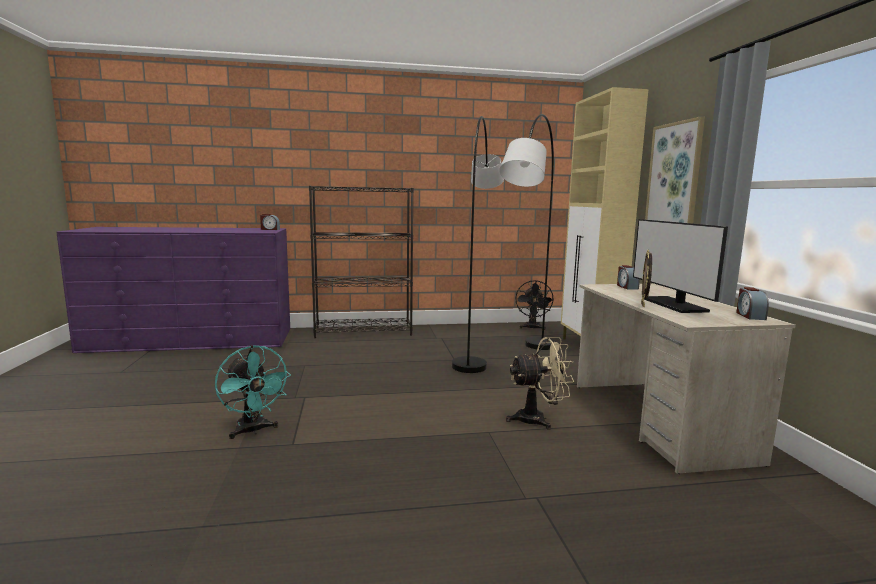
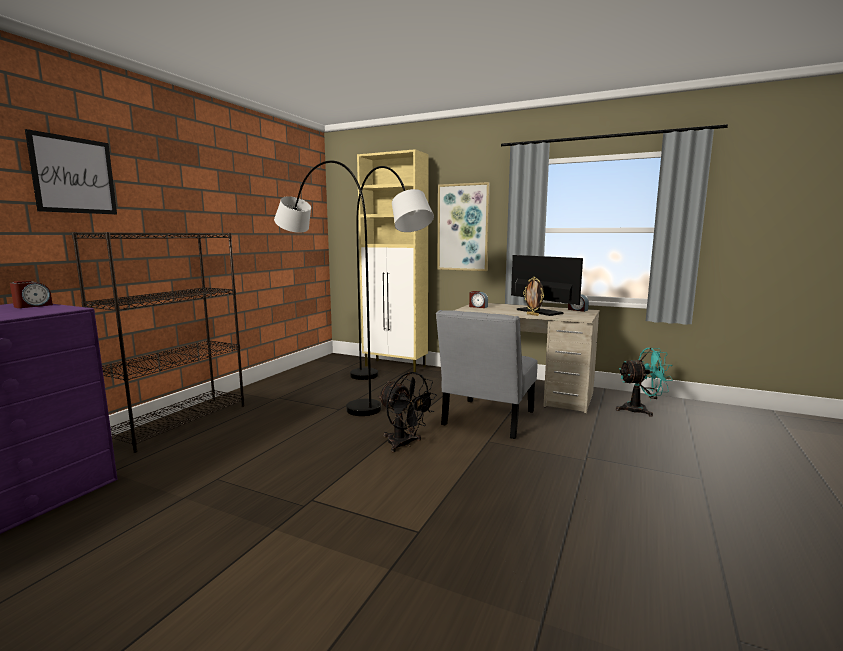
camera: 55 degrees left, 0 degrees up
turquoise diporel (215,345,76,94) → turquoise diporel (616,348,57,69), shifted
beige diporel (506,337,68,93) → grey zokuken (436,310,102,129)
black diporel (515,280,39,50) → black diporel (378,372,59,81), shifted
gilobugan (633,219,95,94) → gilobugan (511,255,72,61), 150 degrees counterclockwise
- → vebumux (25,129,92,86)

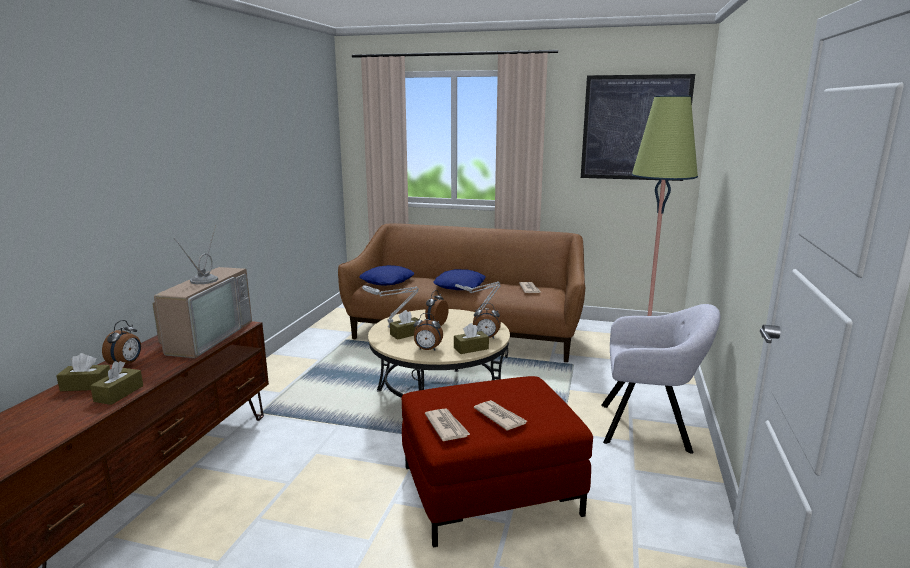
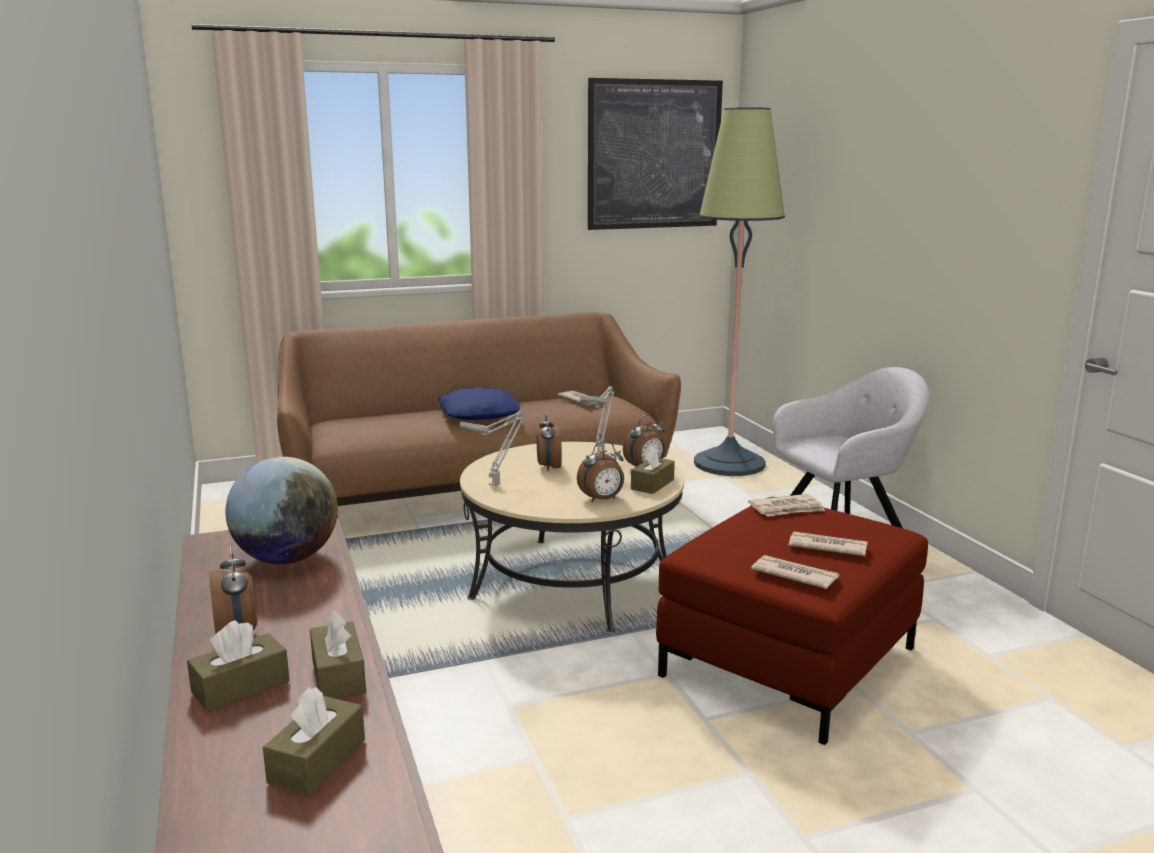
camera: 35 degrees left, 0 degrees up
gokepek (152,224,100,134) → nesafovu (225,457,113,107)
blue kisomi (359,265,55,21) → -
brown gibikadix (390,310,29,30) → brown gibikadix (263,687,102,109), shifted
- → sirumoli (748,494,77,23)

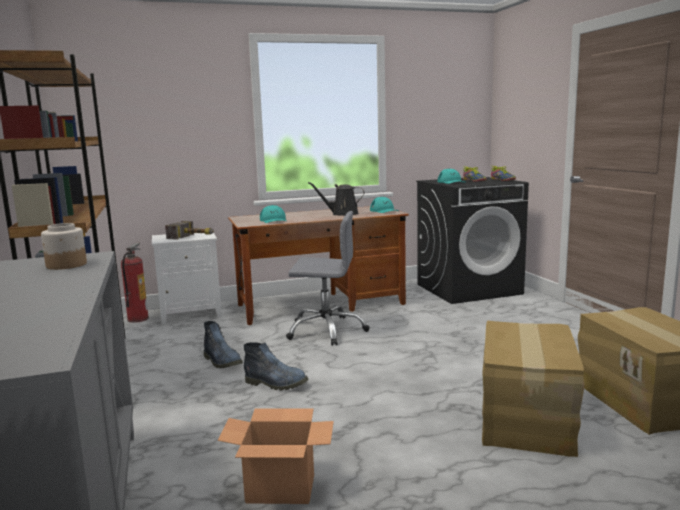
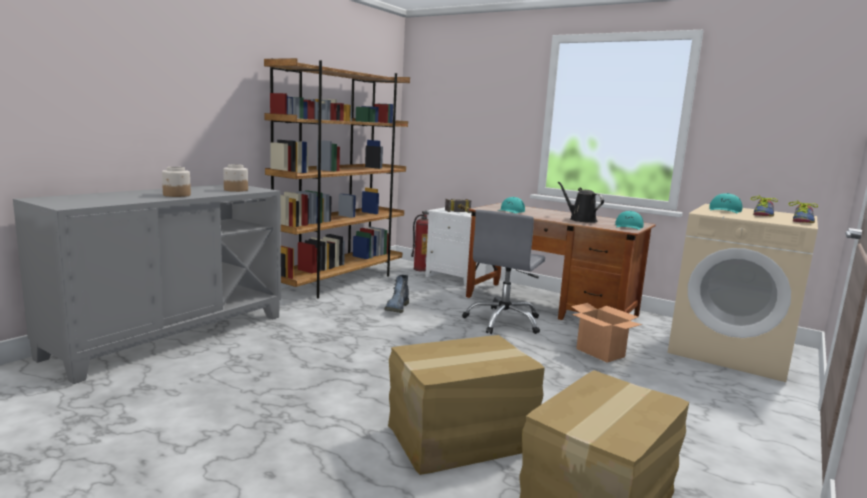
camera: 50 degrees right, 0 degrees up
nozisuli (218,409,116,95) → nozisuli (571,303,71,60), shifted
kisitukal (244,342,65,49) → -
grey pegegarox (286,211,84,135) → grey pegegarox (462,210,83,124), 60 degrees clockwise
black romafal (416,177,113,127) → beige romafal (668,204,150,178)
- → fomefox (162,167,29,30)

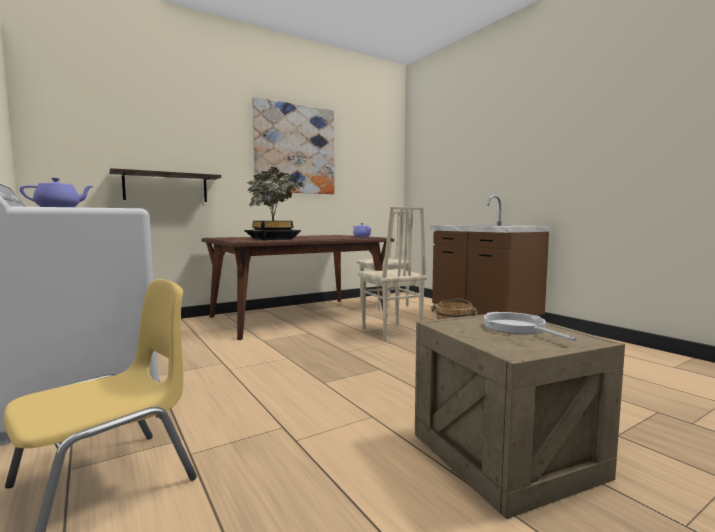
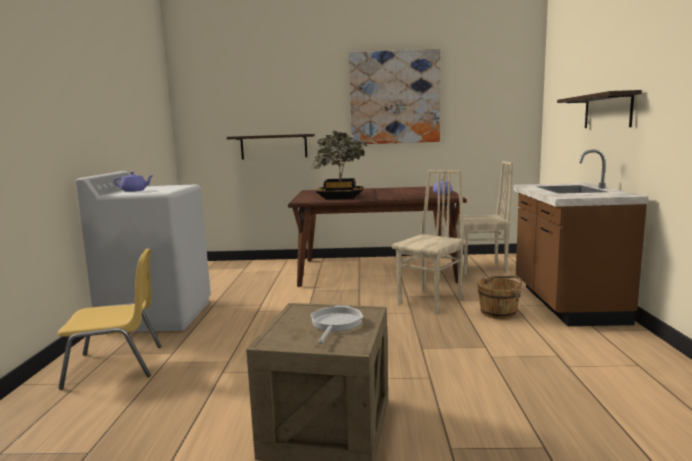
camera: 35 degrees right, 5 degrees up
beige zokuken (358,207,69,134) → beige zokuken (392,170,74,144), 150 degrees counterclockwise
- → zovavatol (557,90,85,38)

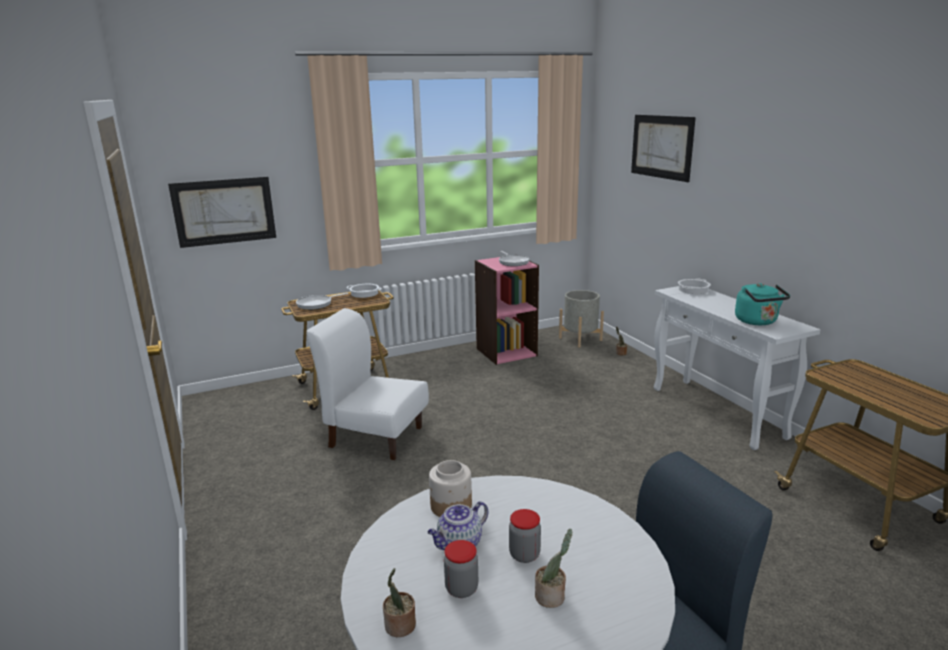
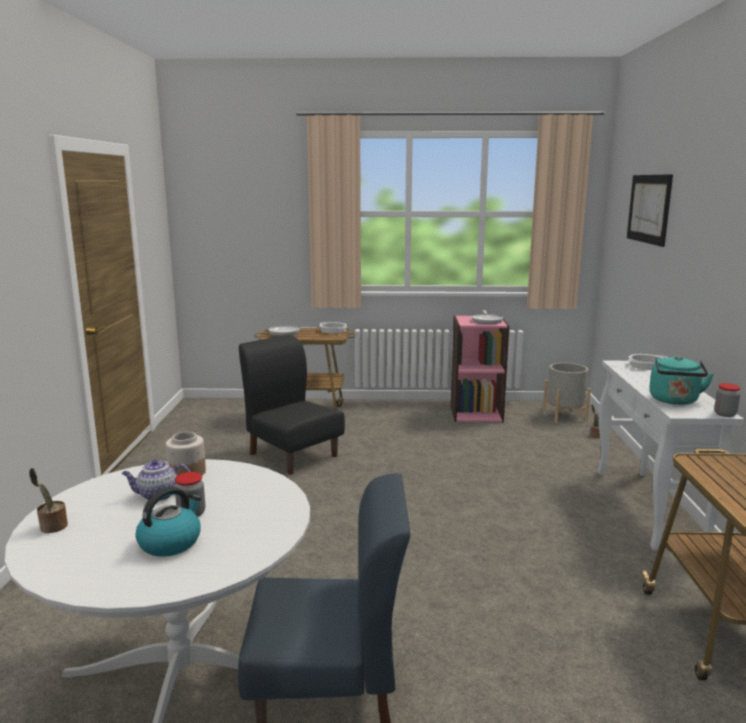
camera: 25 degrees right, 5 degrees down
vebumux (168,177,108,71) → -
white zokuken (306,308,123,152) → black zokuken (239,334,106,141)
fomefox (444,540,34,58) → fomefox (714,383,27,34), shifted
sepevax (535,529,37,79) → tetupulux (135,487,66,69)

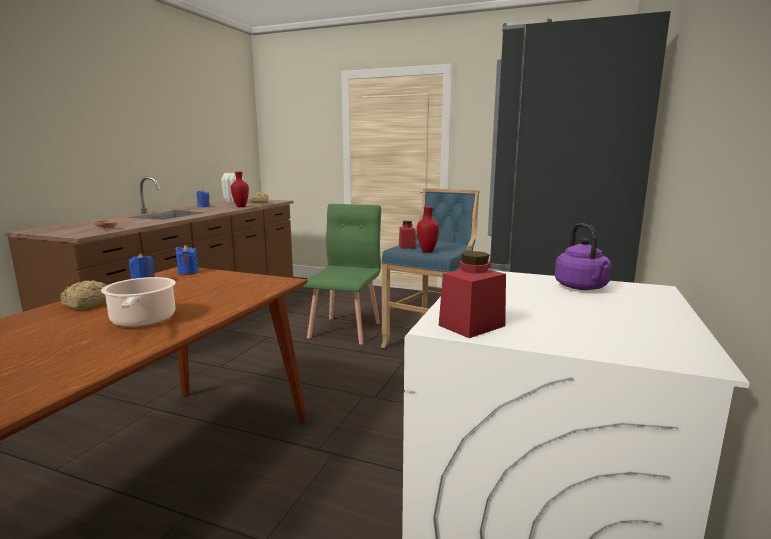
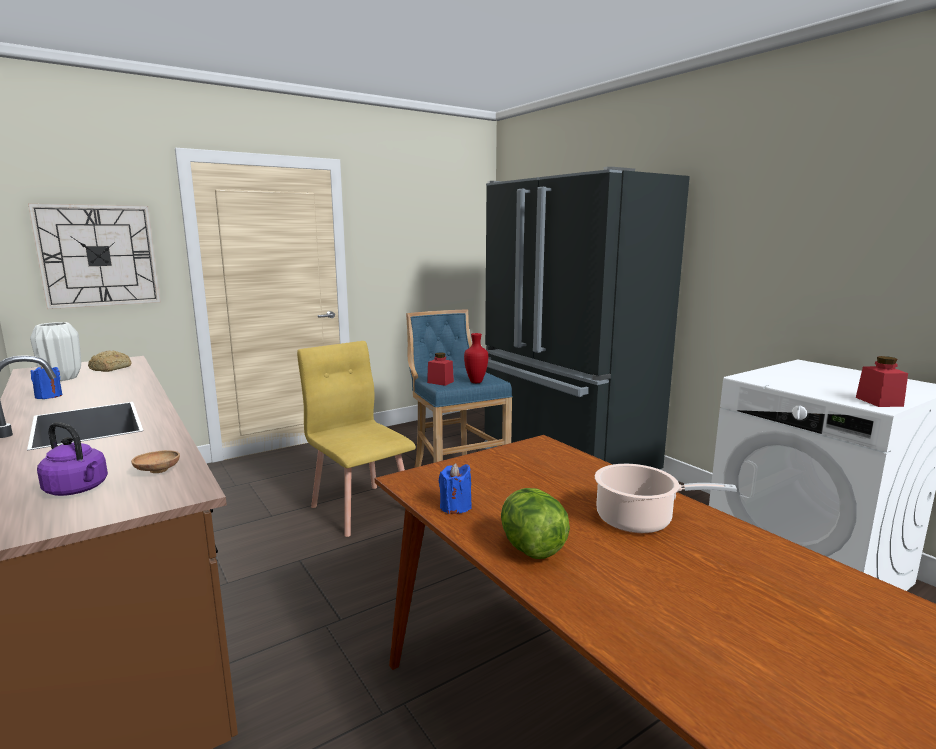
camera: 55 degrees left, 0 degrees up
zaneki (60,280,47,30) → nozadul (501,488,69,71)
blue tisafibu (175,245,24,30) → -
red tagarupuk (231,172,18,35) → -
green zokuken (303,204,78,141) → yellow zokuken (297,341,119,196)
purple tetupulux (555,223,57,67) → purple tetupulux (37,422,71,74), shifted
- → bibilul (28,203,133,106)

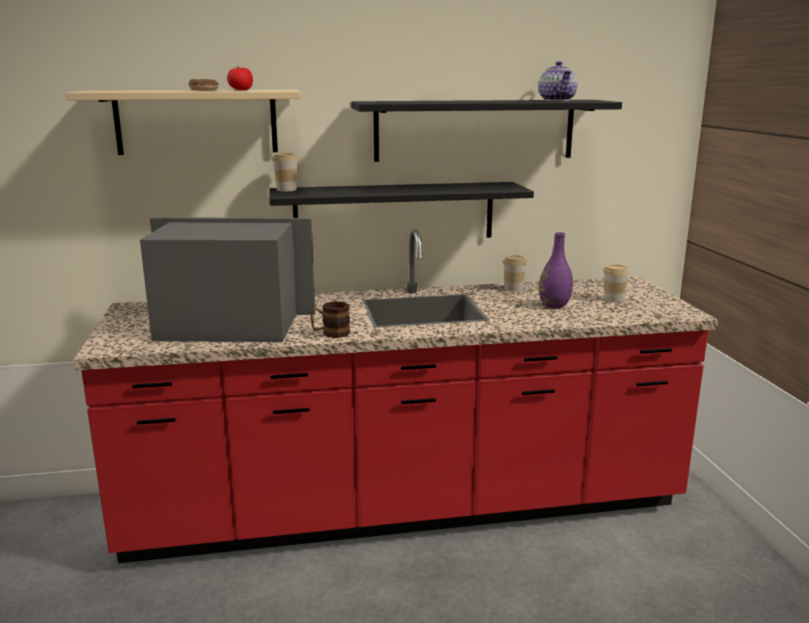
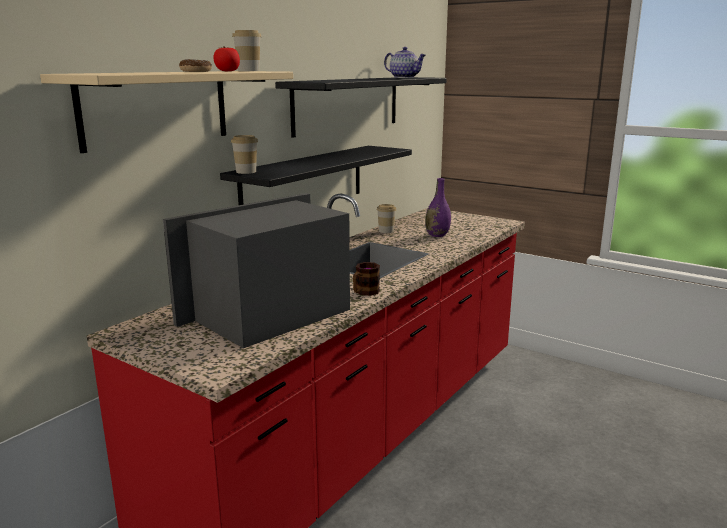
camera: 45 degrees left, 0 degrees up
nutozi (603,264,27,39) → nutozi (232,30,29,41), shifted

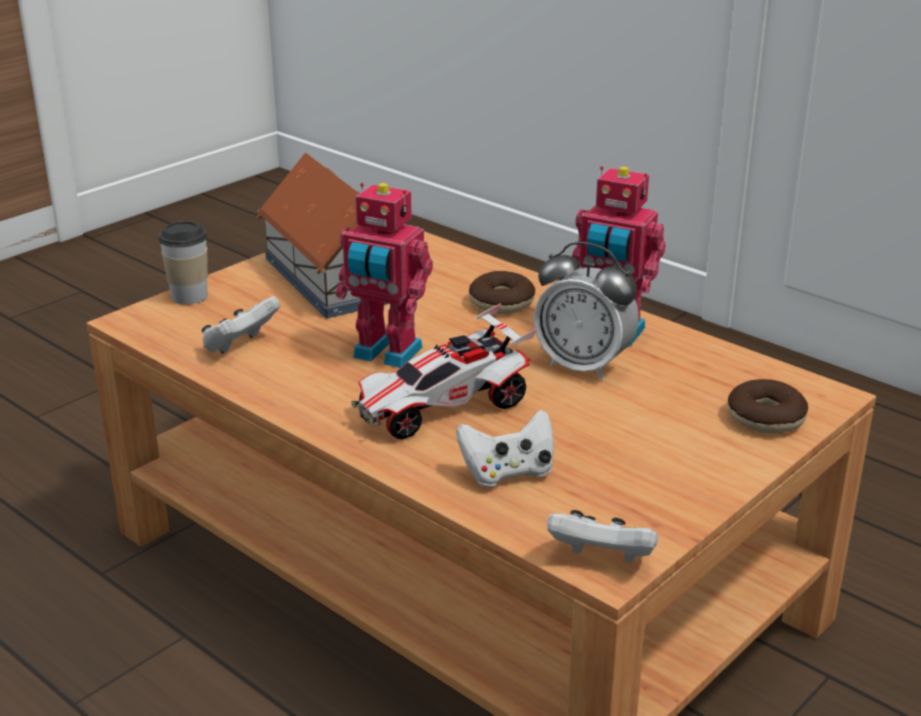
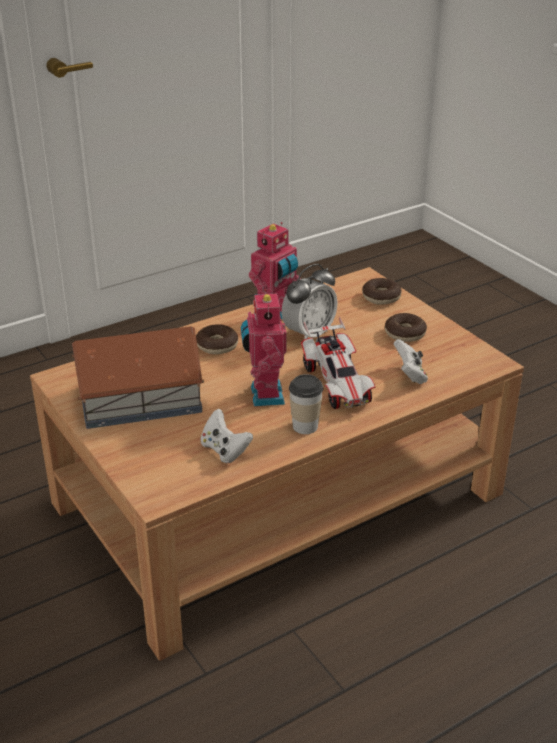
camera: 75 degrees left, 5 degrees up
nutozi (159,221,49,84) → nutozi (289,374,34,60), shifted
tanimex (336,183,97,185) → tanimex (241,289,46,117), 135 degrees clockwise
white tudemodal (547,510,111,53) → -
- → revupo (385,313,42,29)

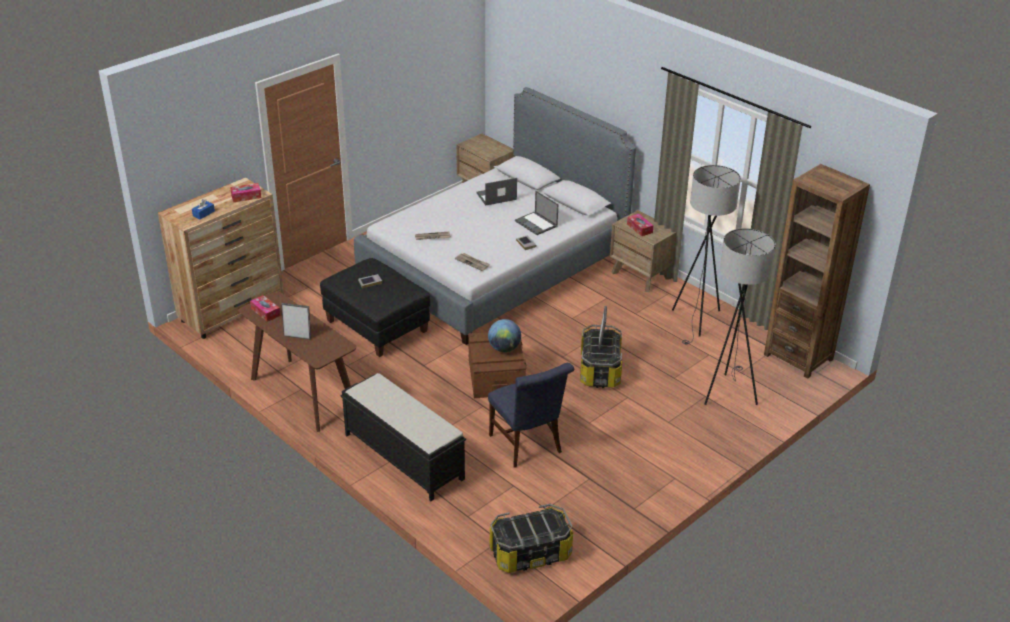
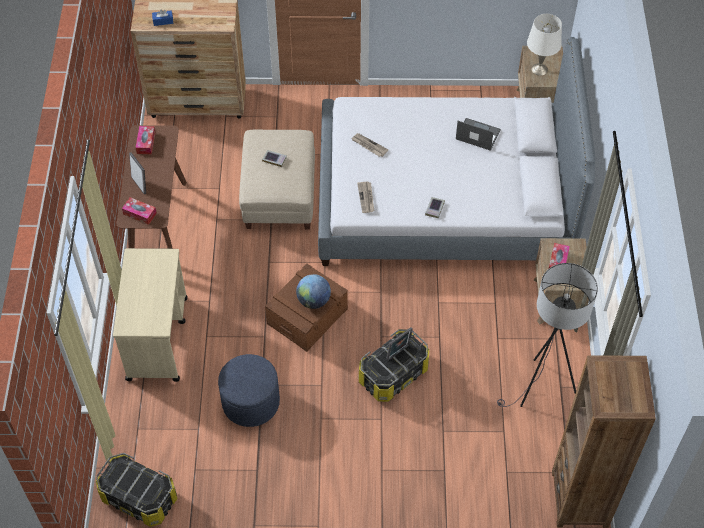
camera: 45 degrees right, 20 degrees up
gibikadix (230,183,31,19) → gibikadix (122,197,35,28), shifted
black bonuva (320,258,110,99) → beige bonuva (239,130,76,99)
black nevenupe (341,373,125,128) → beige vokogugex (113,248,75,134)
blue zokuken (488,363,86,105) → blue bonuva (218,354,62,73)
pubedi (515,191,43,44) → -
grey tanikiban (704,228,72,177) → -
- → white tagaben (527,14,35,62)

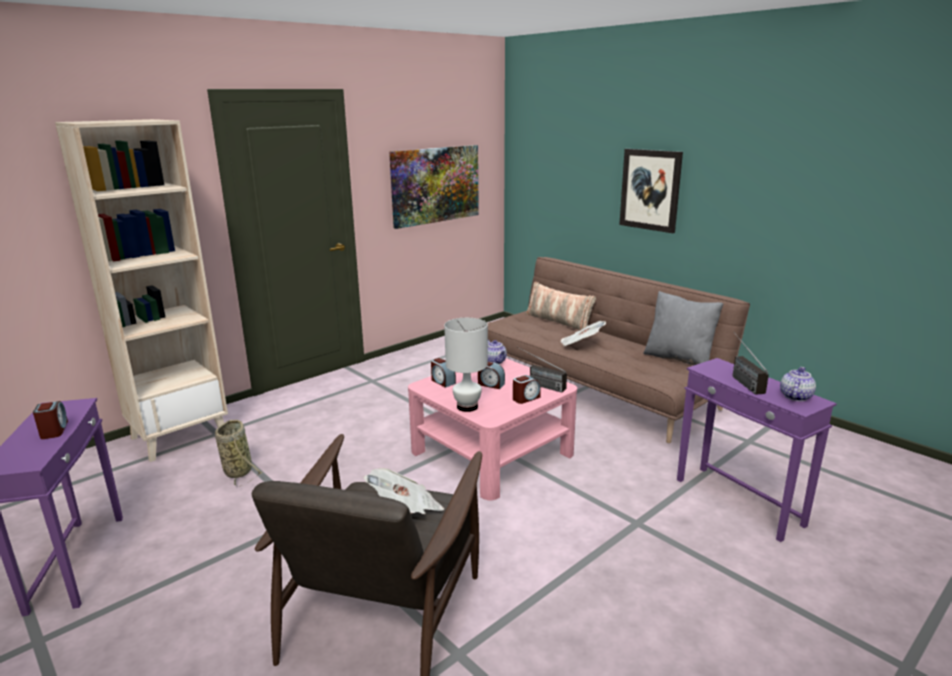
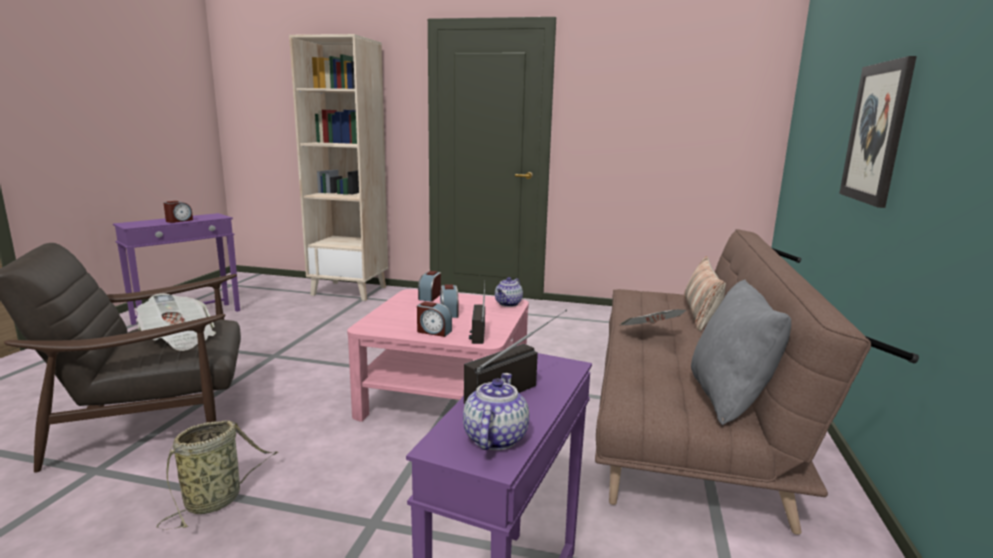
camera: 55 degrees right, 5 degrees down
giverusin (215,420,47,67) → giverusin (156,420,122,110), shifted
vebumux (389,145,90,84) → -
white tagaben (444,318,44,94) → -
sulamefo (780,367,36,34) → sulamefo (463,373,66,77), 75 degrees counterclockwise

